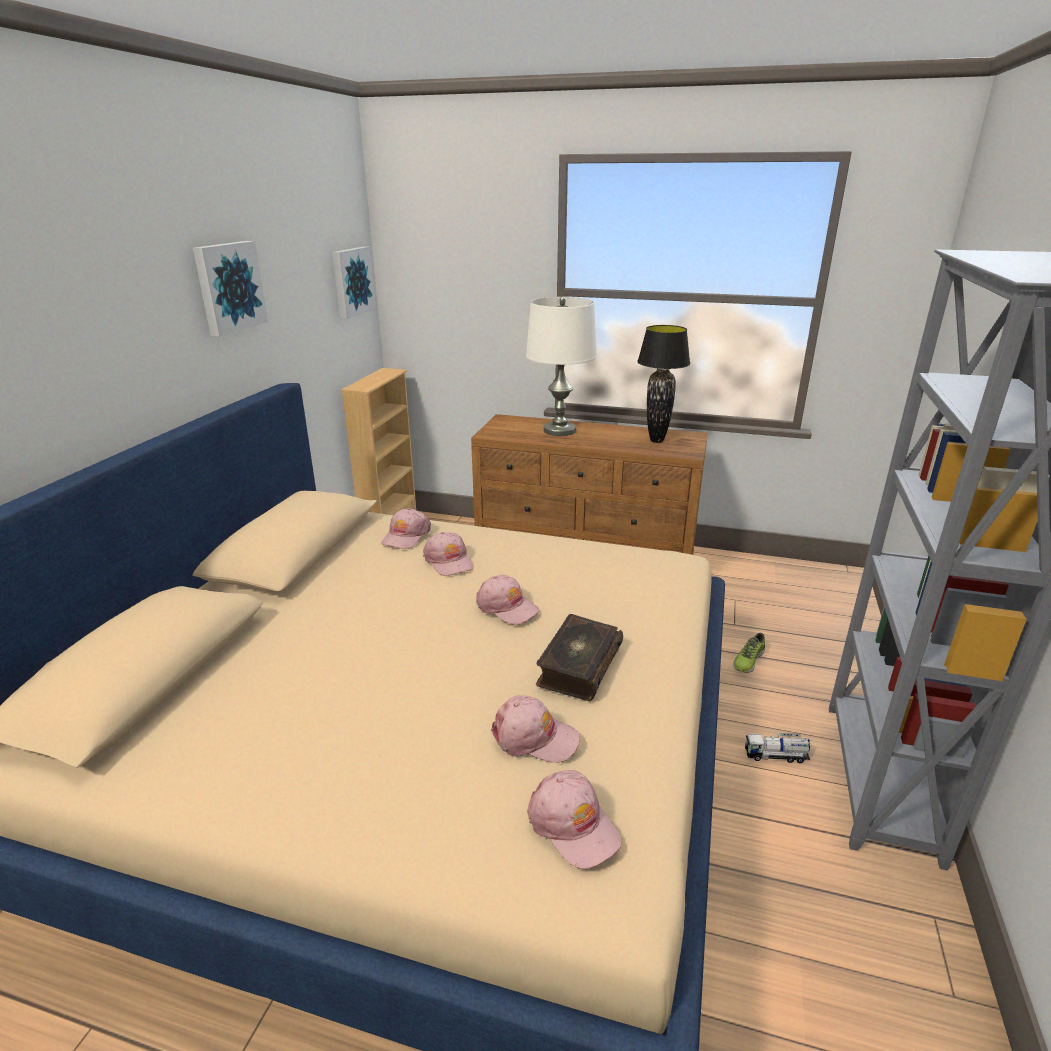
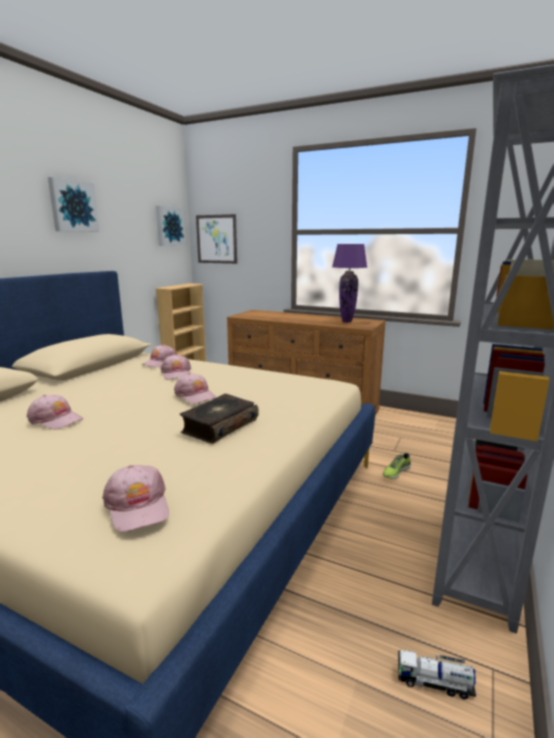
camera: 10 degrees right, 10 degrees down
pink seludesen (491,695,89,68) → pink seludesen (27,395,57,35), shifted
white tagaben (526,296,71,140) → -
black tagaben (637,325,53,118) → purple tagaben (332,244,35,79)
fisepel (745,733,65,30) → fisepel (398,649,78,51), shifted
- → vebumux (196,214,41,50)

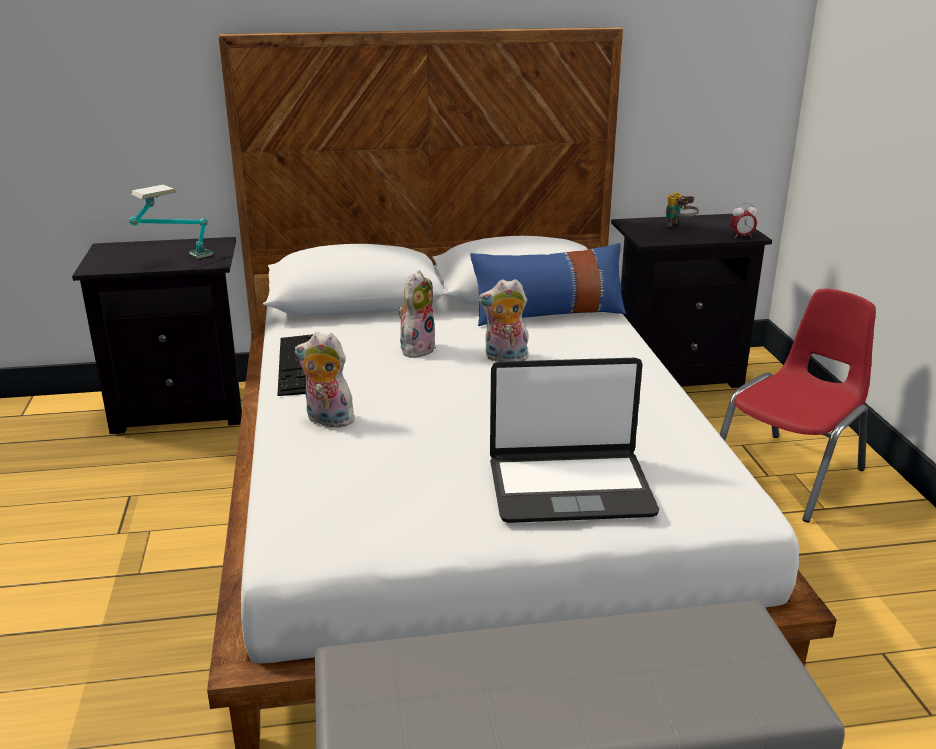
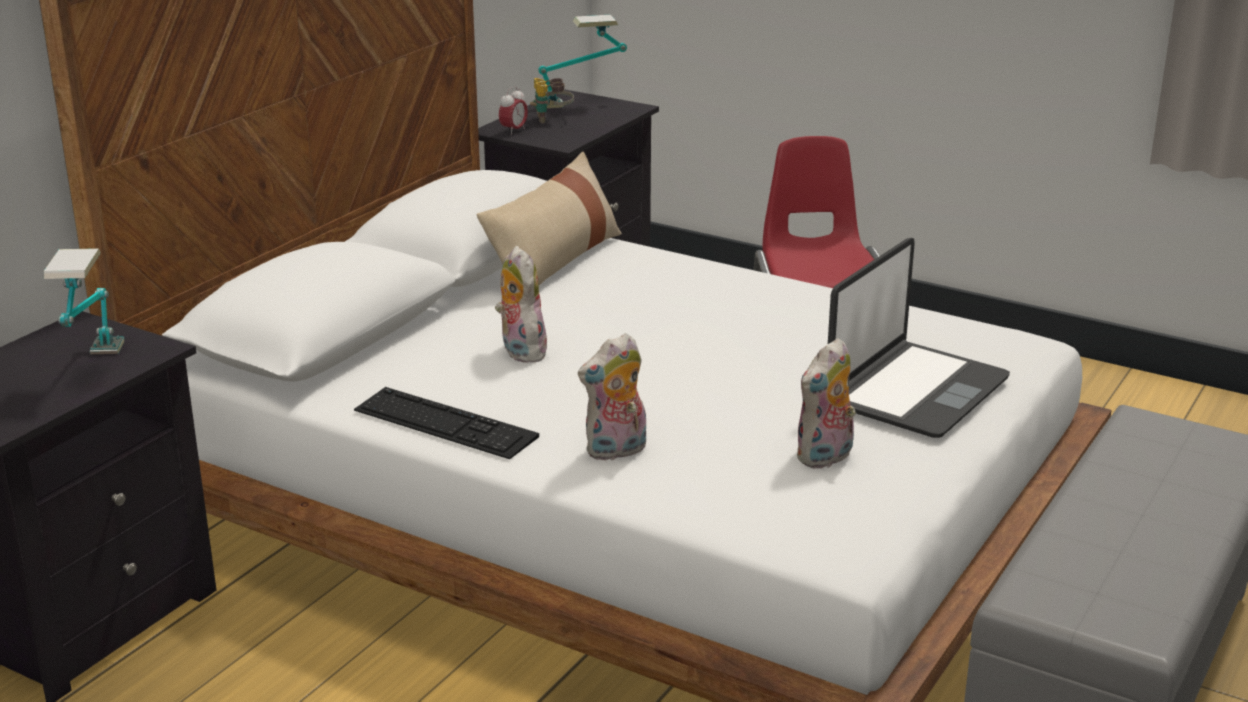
camera: 50 degrees left, 0 degrees up
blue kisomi (470,243,156,83) → beige kisomi (476,152,146,133)
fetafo (478,279,52,83) → fetafo (797,338,59,131), shifted
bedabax (730,203,27,36) → bedabax (499,87,29,48), shifted
- → tagaben (538,14,89,94)

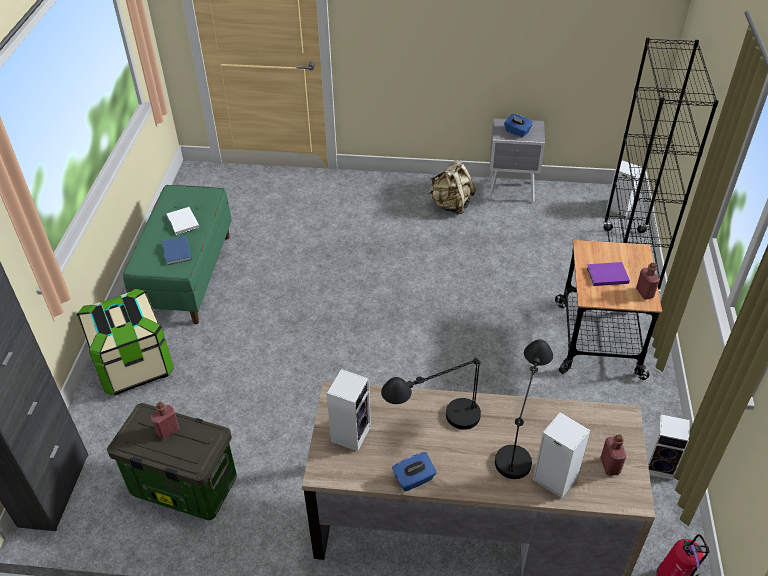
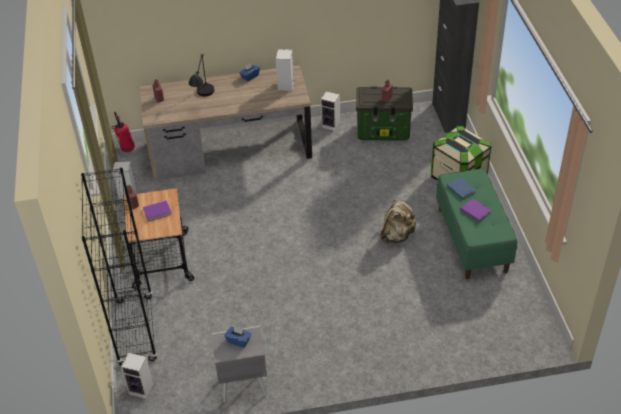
camera: 165 degrees right, 0 degrees up
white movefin (167,207,33,28) → purple movefin (461,199,30,23)
black tagaben (381,357,100,73) → -
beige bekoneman (428,160,48,55) → beige bekoneman (380,200,36,43), shifted
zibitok (533,412,58,87) → zibitok (321,91,19,40), shifted

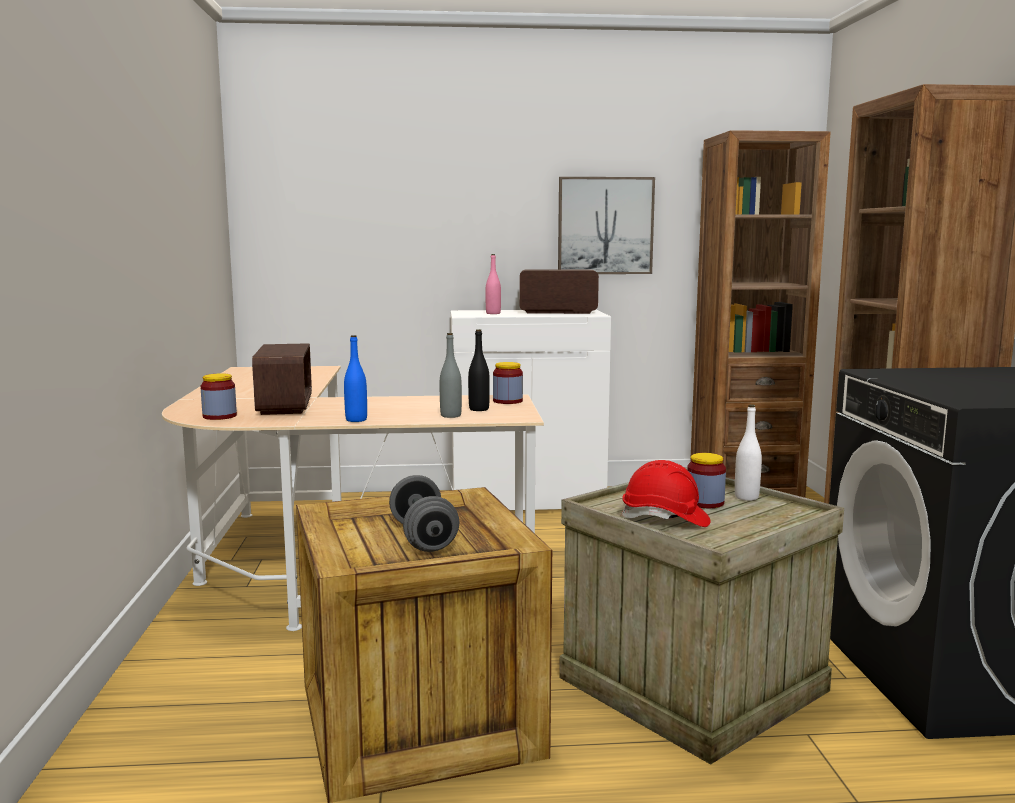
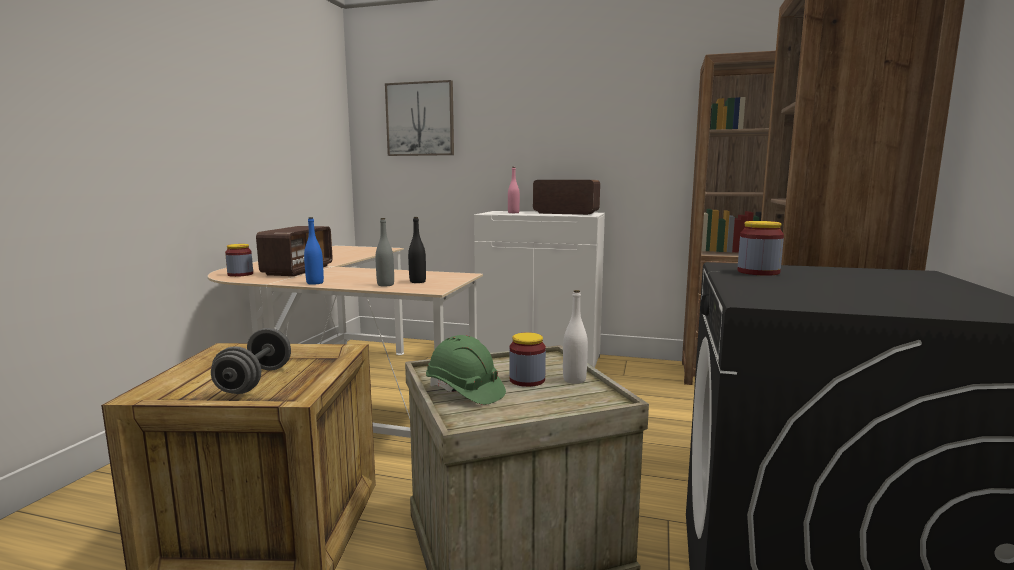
camera: 20 degrees right, 0 degrees up
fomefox (493,362,30,42) → fomefox (737,221,47,55), shifted
vebumux (558,177,97,97) → vebumux (385,80,69,76), shifted
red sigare (621,460,90,67) → green sigare (426,335,80,70)

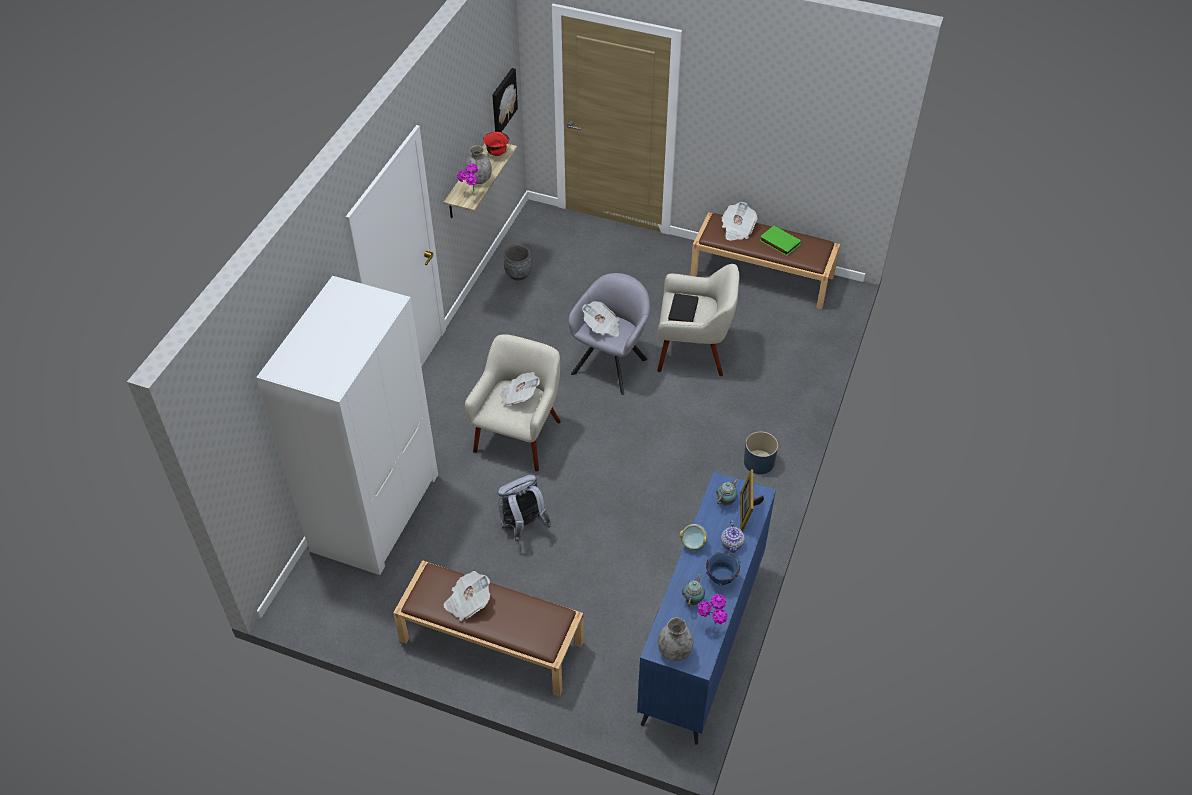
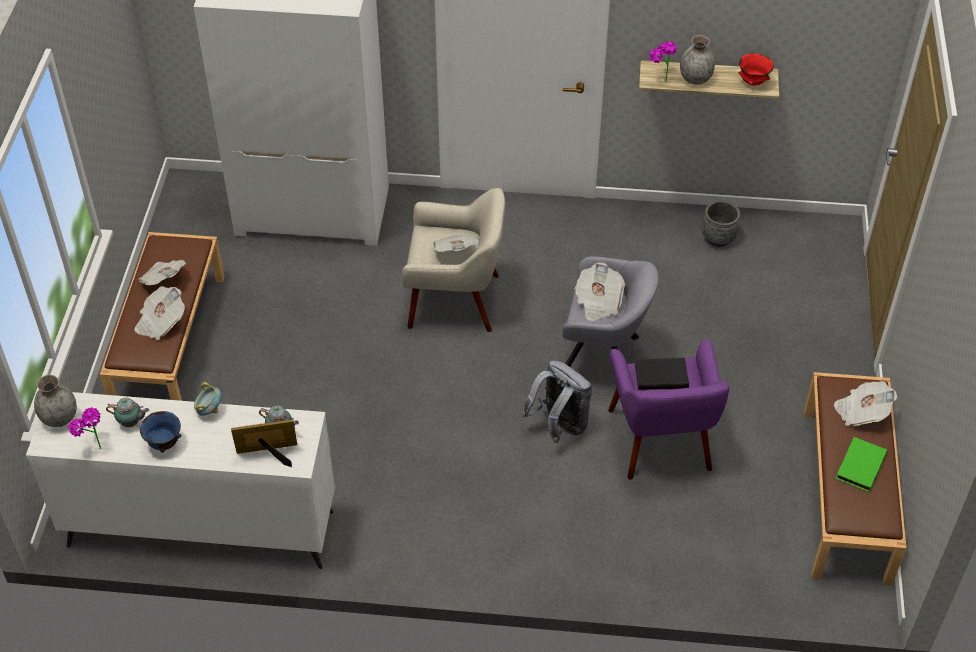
camera: 75 degrees right, 0 degrees up
vebumux (492,68,26,64) → -
grey bekoneman (498,475,53,66) → grey bekoneman (522,360,70,83), shifted
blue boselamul (637,472,139,273) → white boselamul (26,392,309,177)
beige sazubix (657,264,82,112) → purple sazubix (608,340,121,140)
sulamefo (721,520,24,33) → -
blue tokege (744,432,34,42) → -
- → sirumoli (134,286,51,54)

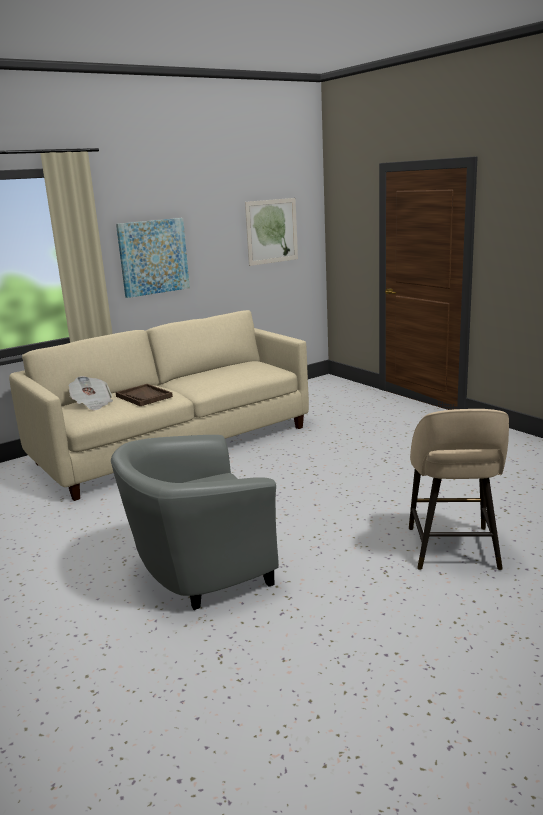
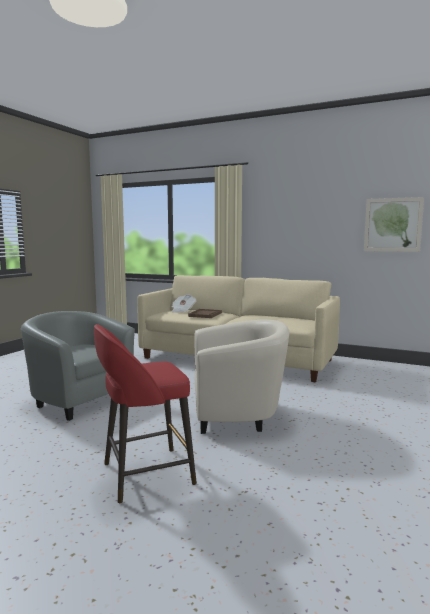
camera: 60 degrees right, 10 degrees down
vebumux (116,218,74,80) → -
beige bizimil (409,409,100,161) → red bizimil (94,324,103,180)
- → beige sazubix (194,320,95,114)

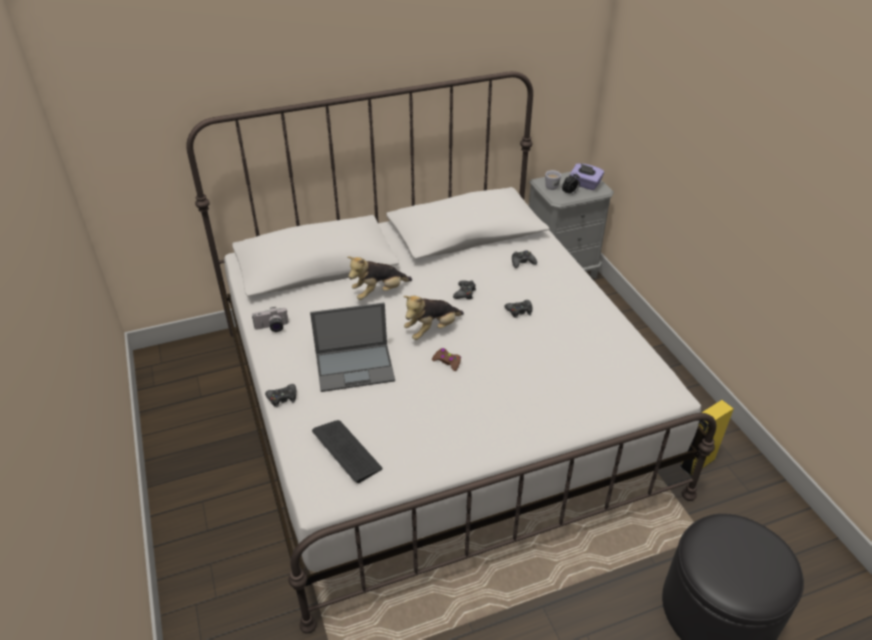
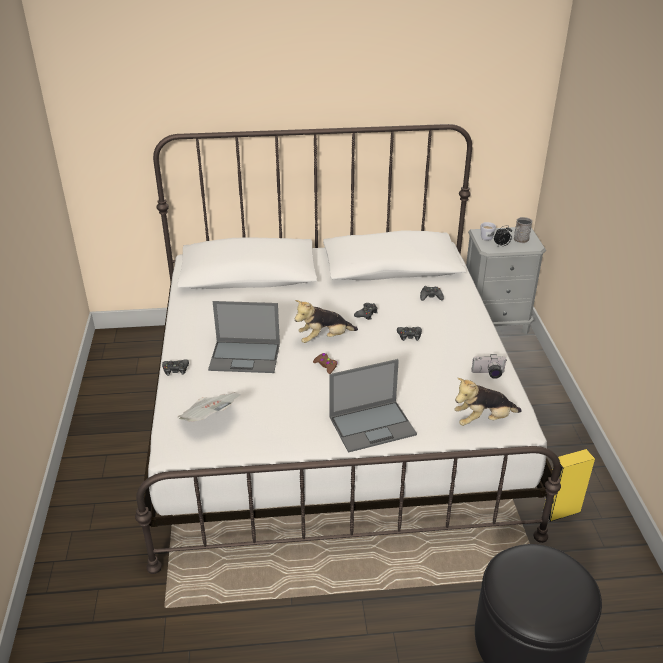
camera: 15 degrees right, 5 degrees down
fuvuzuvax (252,307,37,25) → fuvuzuvax (471,354,36,25), shifted
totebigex (312,420,71,63) → sirumoli (178,392,63,29)
fetafo (347,256,65,44) → fetafo (454,378,68,48), shifted
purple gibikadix (570,163,34,27) → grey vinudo (514,217,19,26)
- → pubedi (329,359,88,94)

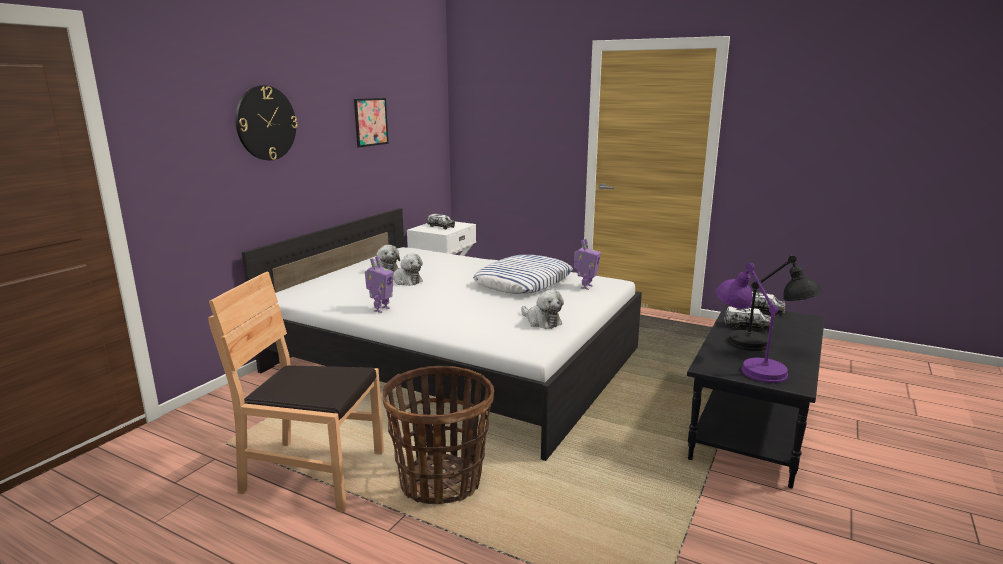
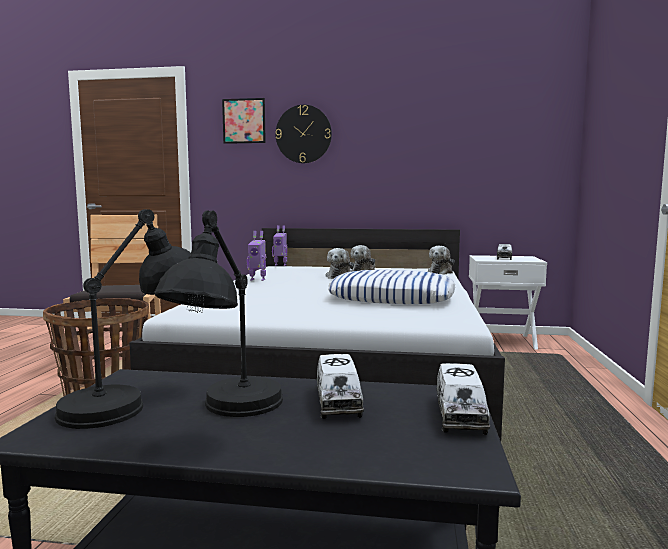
camera: 70 degrees right, 10 degrees down
vebumux (354,98,34,49) → vebumux (222,98,44,46), shifted
fetafo (521,290,43,39) → fetafo (428,246,26,29), shifted
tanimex (574,239,27,51) → tanimex (272,225,15,41), shifted
purple tagaben (716,263,72,120) → black tagaben (55,209,136,220)

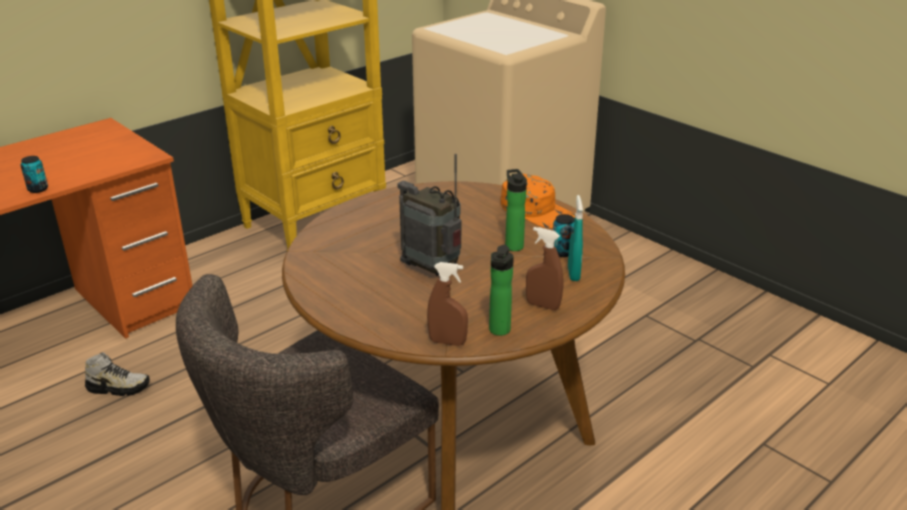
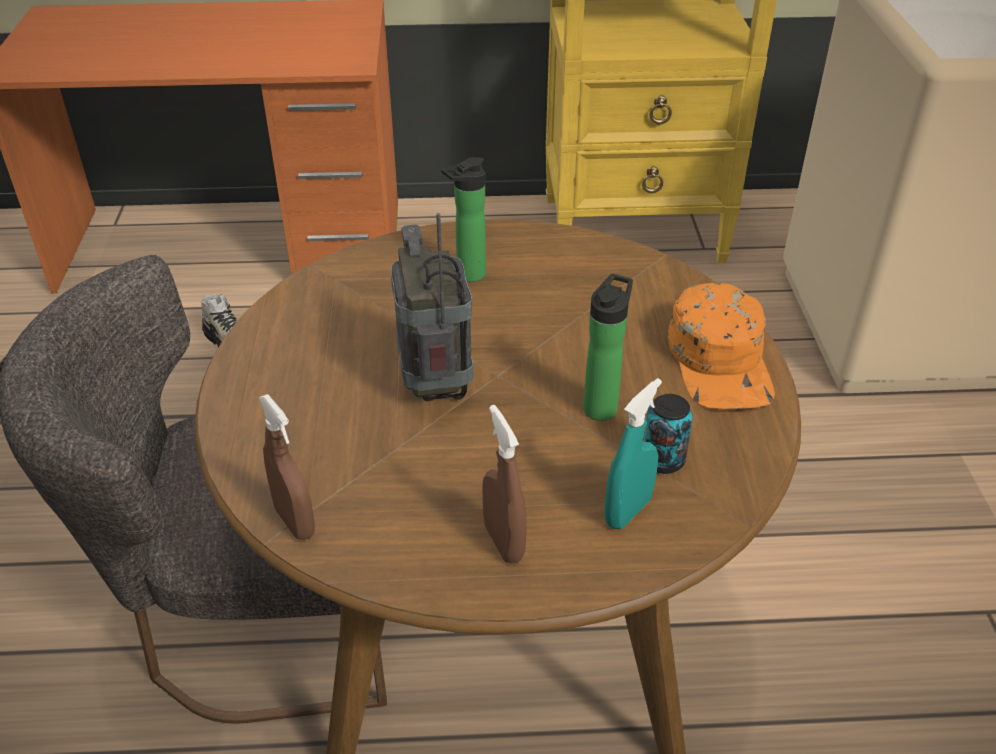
camera: 40 degrees right, 10 degrees up
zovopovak (20,156,28,37) → -
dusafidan (489,244,25,92) → dusafidan (441,157,45,125), shifted

